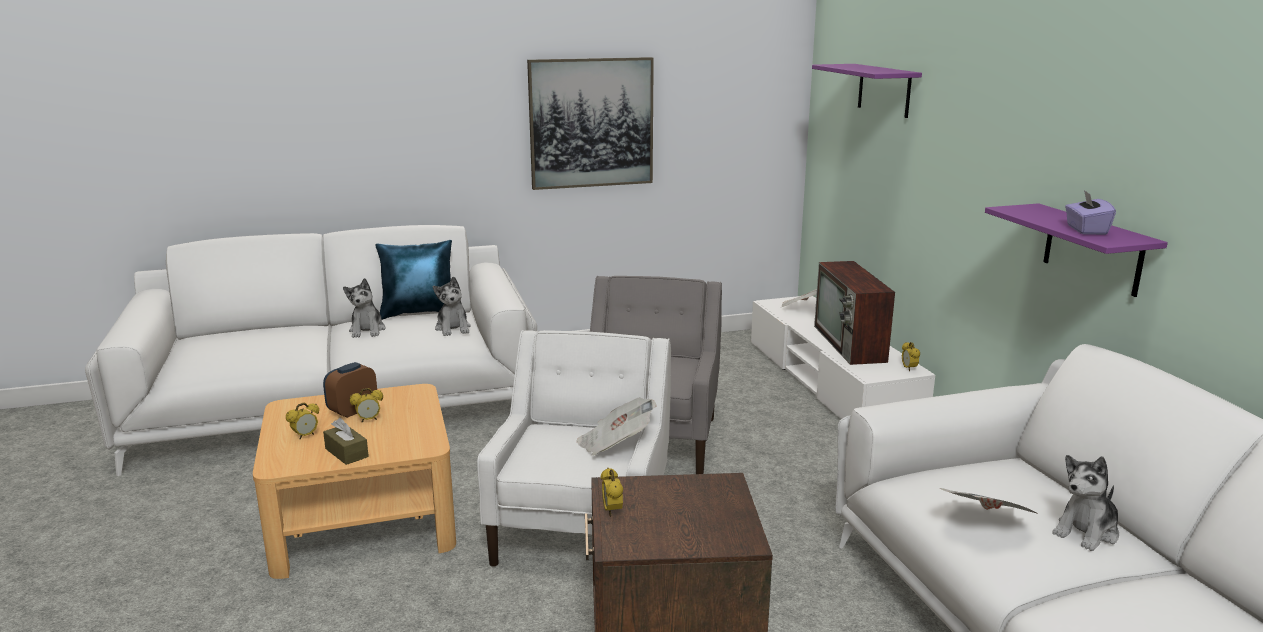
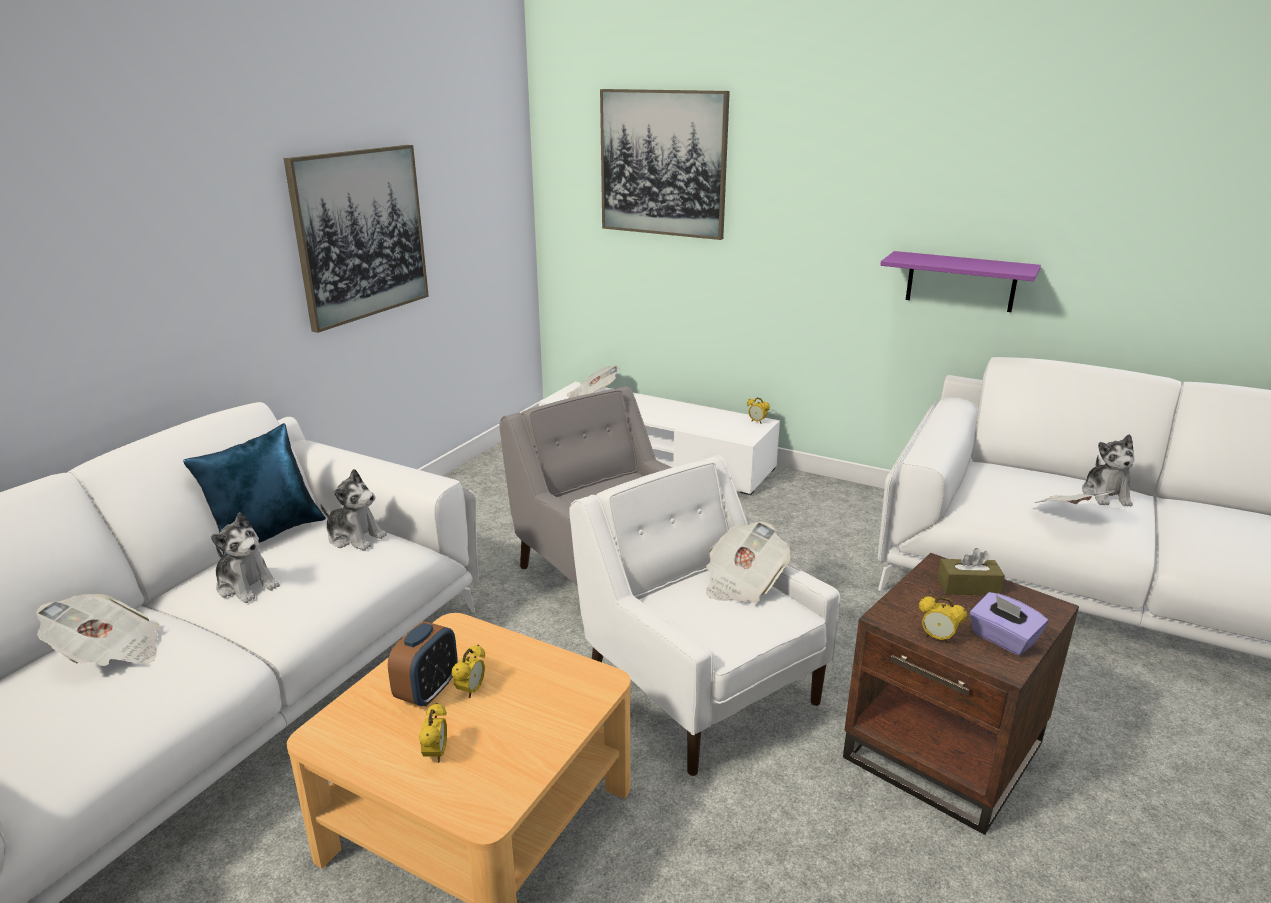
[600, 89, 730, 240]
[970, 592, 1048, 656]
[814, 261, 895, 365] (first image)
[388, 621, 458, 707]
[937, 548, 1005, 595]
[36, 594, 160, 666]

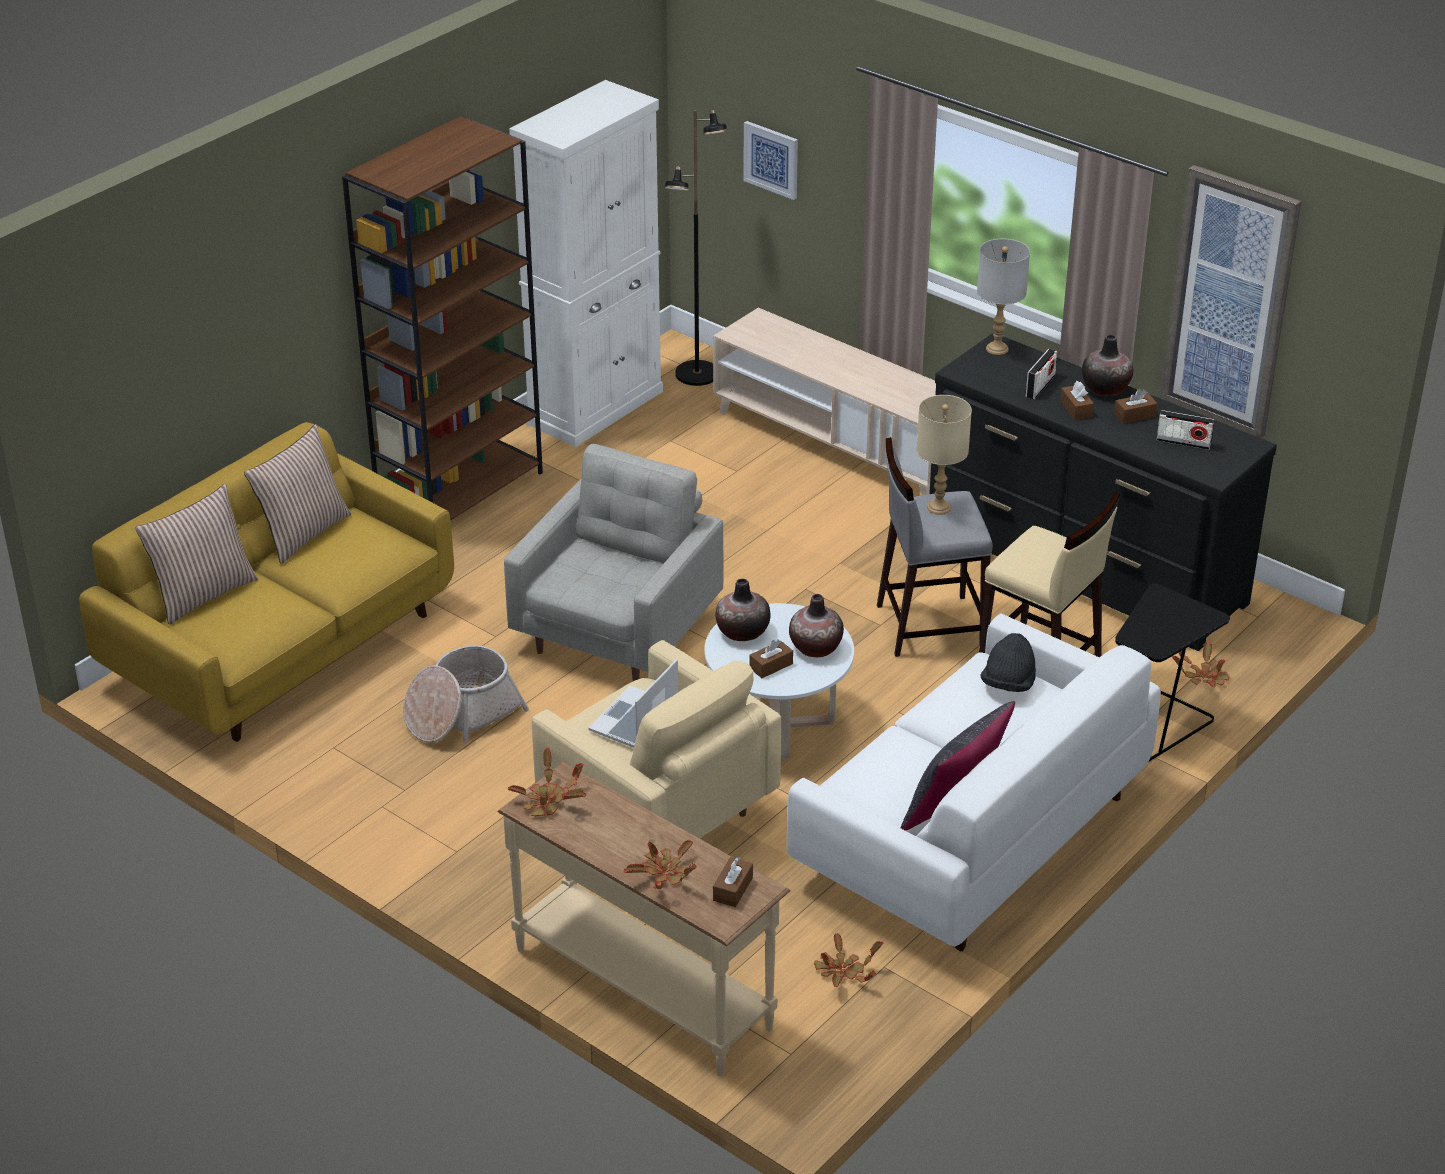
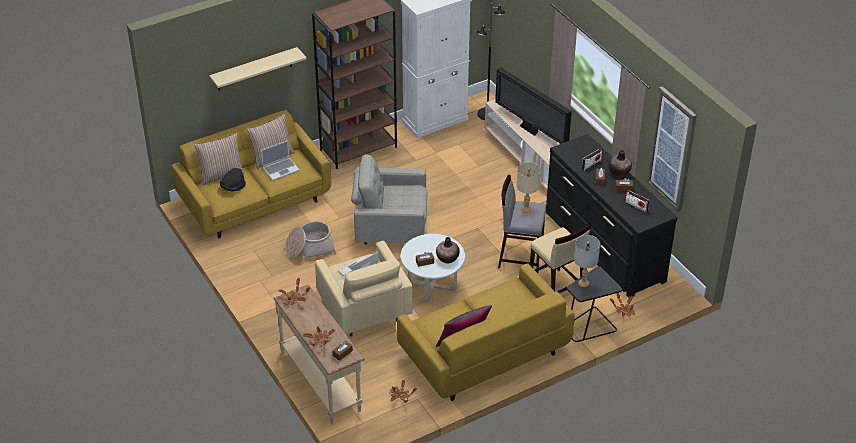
[743, 121, 798, 200] (first image)
[574, 235, 600, 287]
[351, 154, 428, 245]
[715, 579, 771, 641] (first image)
[397, 263, 575, 401]
[220, 168, 246, 191]
[209, 47, 307, 90]
[495, 67, 572, 144]
[261, 140, 300, 181]

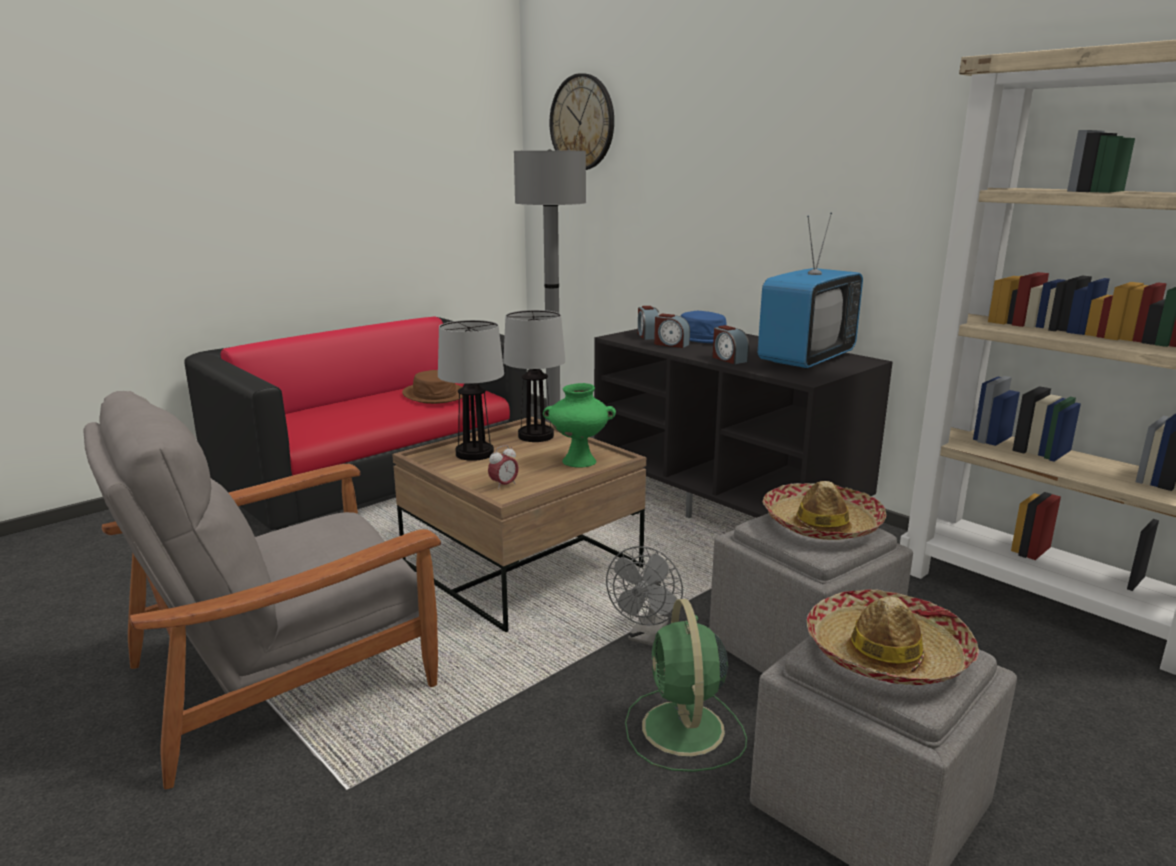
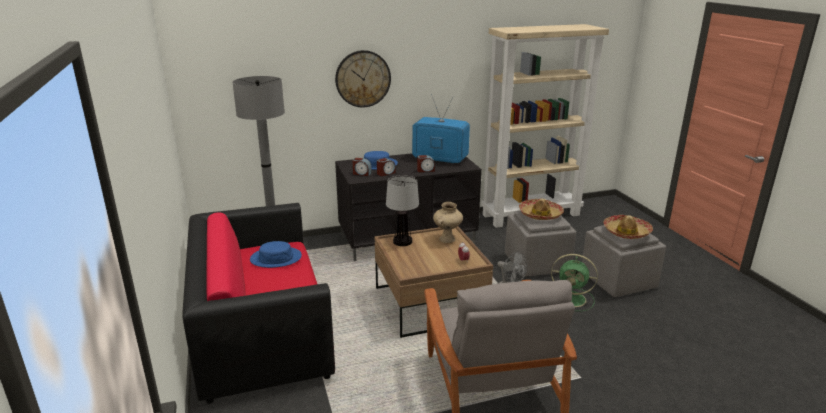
[335, 50, 391, 107]
[412, 94, 470, 164]
[438, 320, 504, 461] (first image)
[250, 241, 302, 268]
[433, 202, 463, 243]

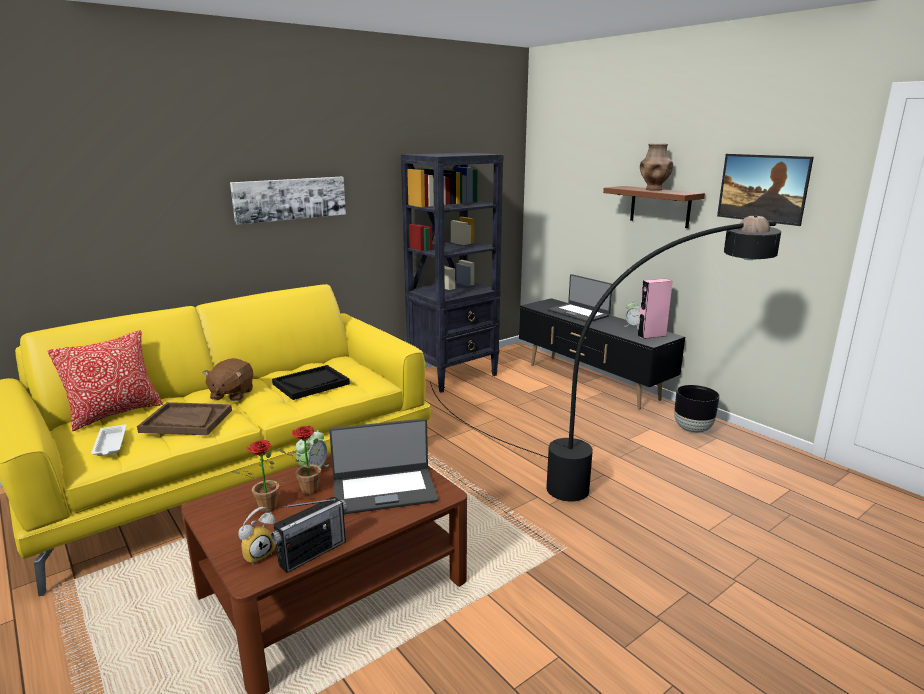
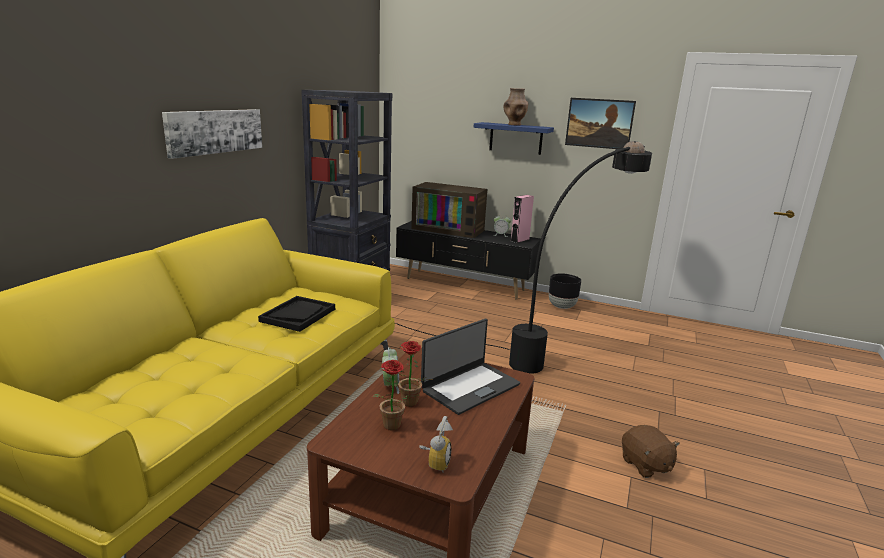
[473, 122, 554, 155]
[411, 182, 487, 238]
[48, 330, 163, 431] (first image)
[622, 425, 680, 478]
[137, 402, 232, 435] (first image)
[91, 424, 126, 456] (first image)
[271, 497, 347, 573] (first image)

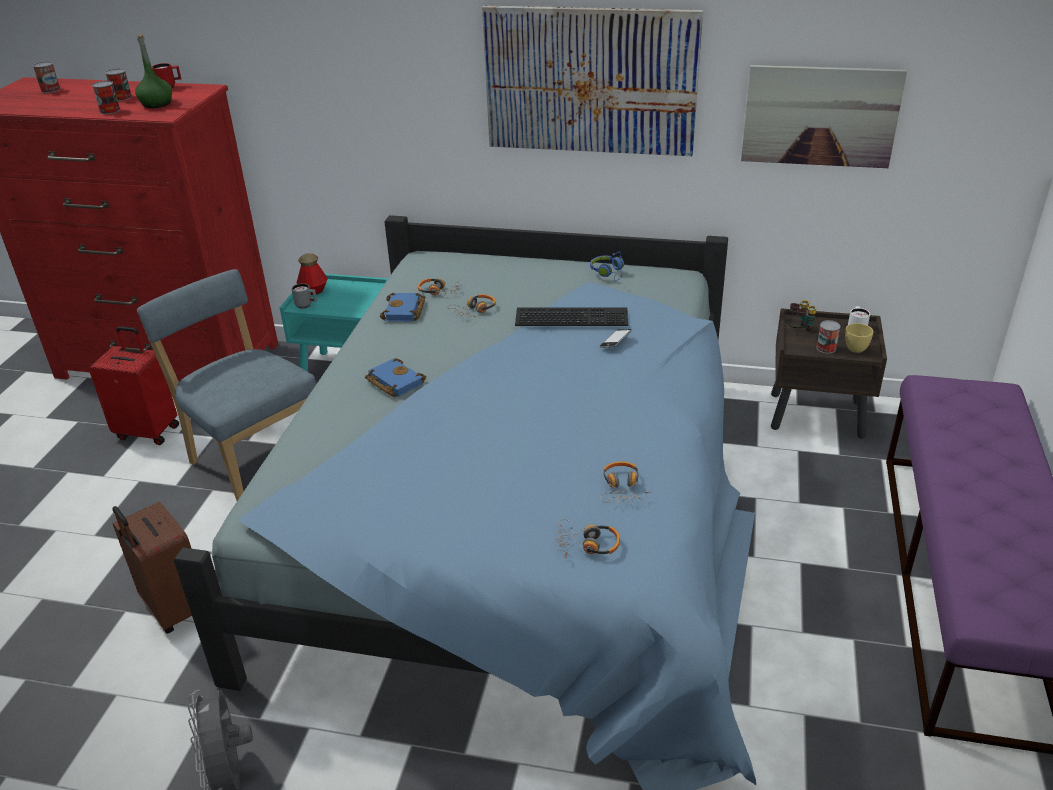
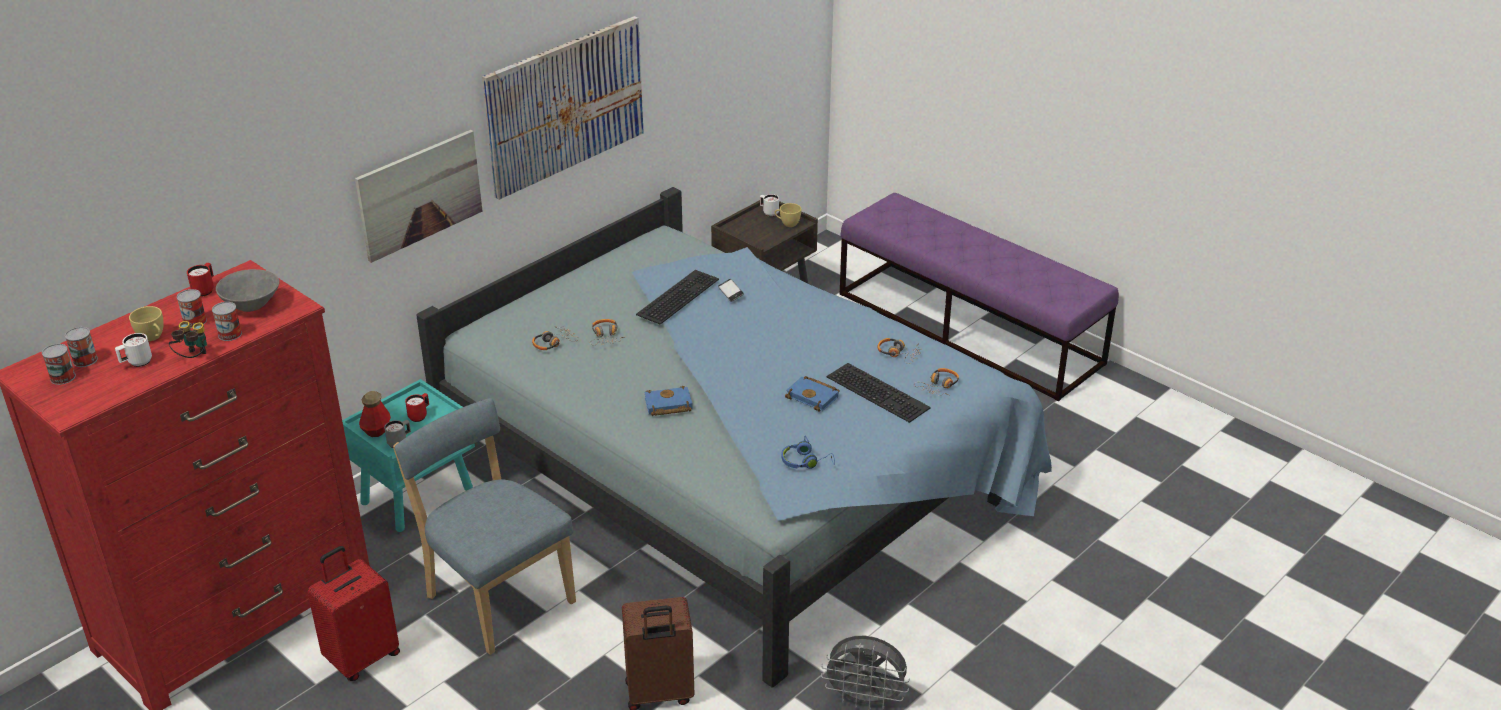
[216, 269, 280, 312]
[355, 130, 482, 263]
[781, 436, 835, 469]
[393, 398, 576, 655]
[785, 376, 840, 412]
[169, 321, 207, 358]
[42, 344, 76, 385]
[129, 306, 163, 341]
[115, 333, 152, 367]
[827, 363, 931, 423]
[405, 393, 429, 422]

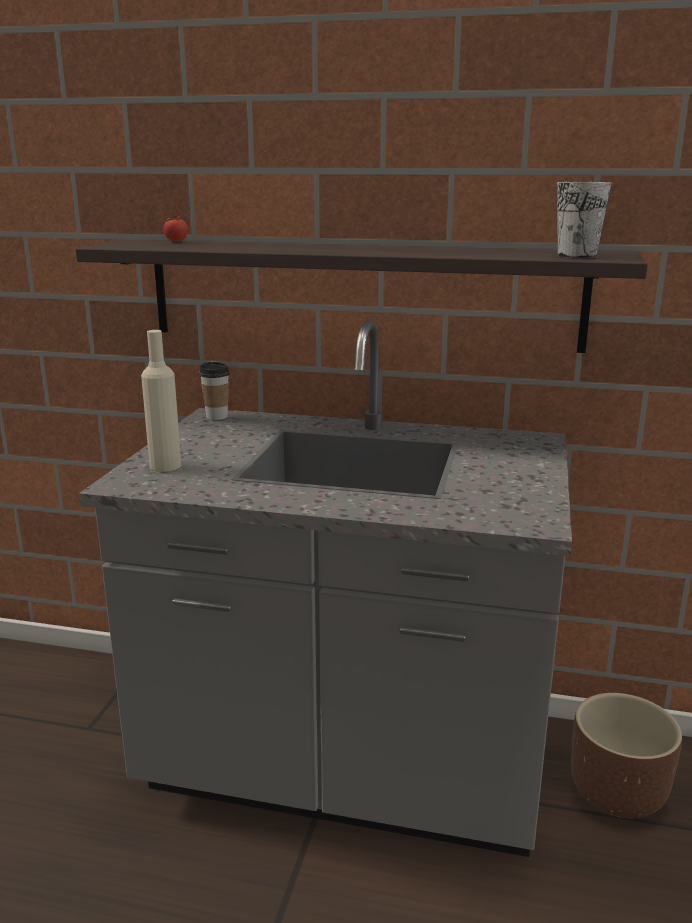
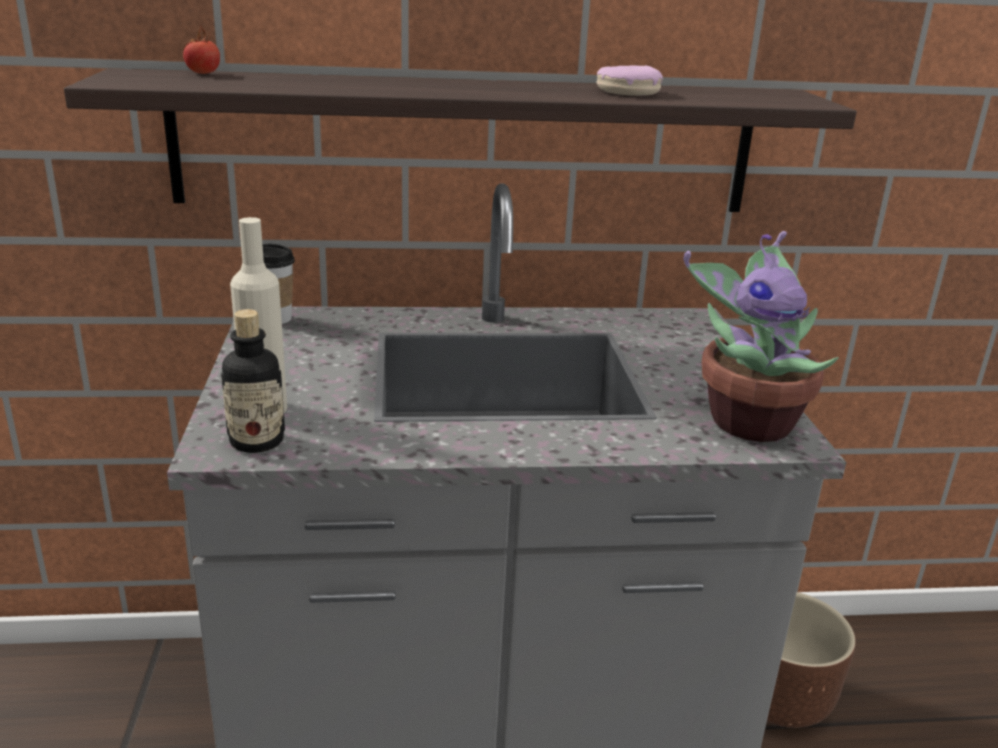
[557, 182, 611, 258] (first image)
[597, 66, 663, 96]
[683, 231, 839, 442]
[221, 309, 285, 453]

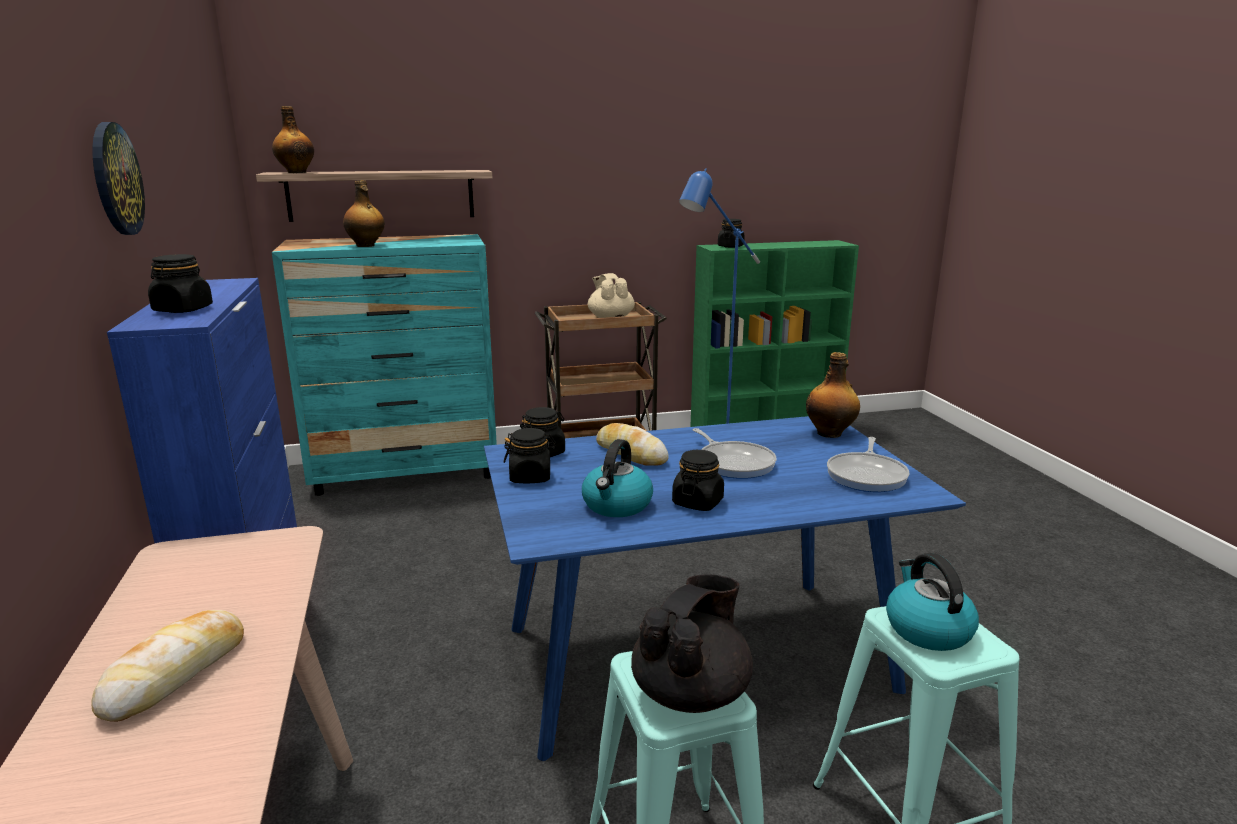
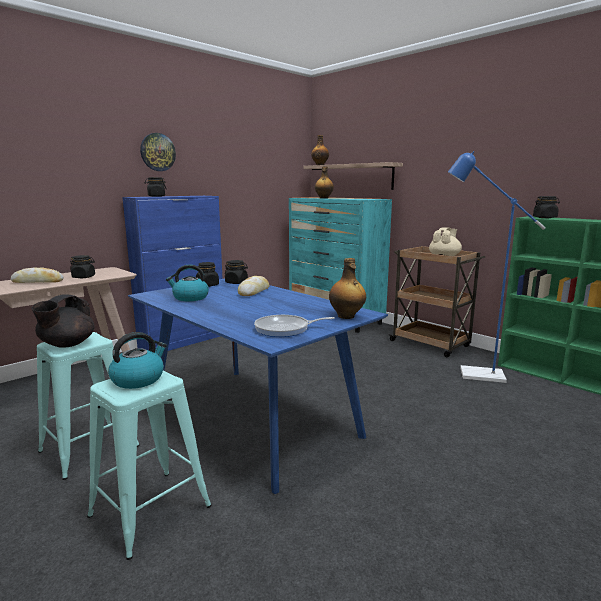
[693, 428, 776, 479] (first image)
[70, 255, 95, 278]
[31, 294, 95, 348]

